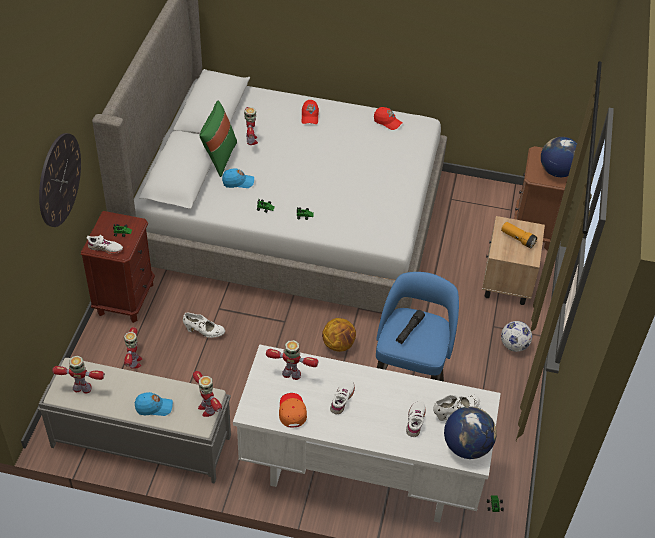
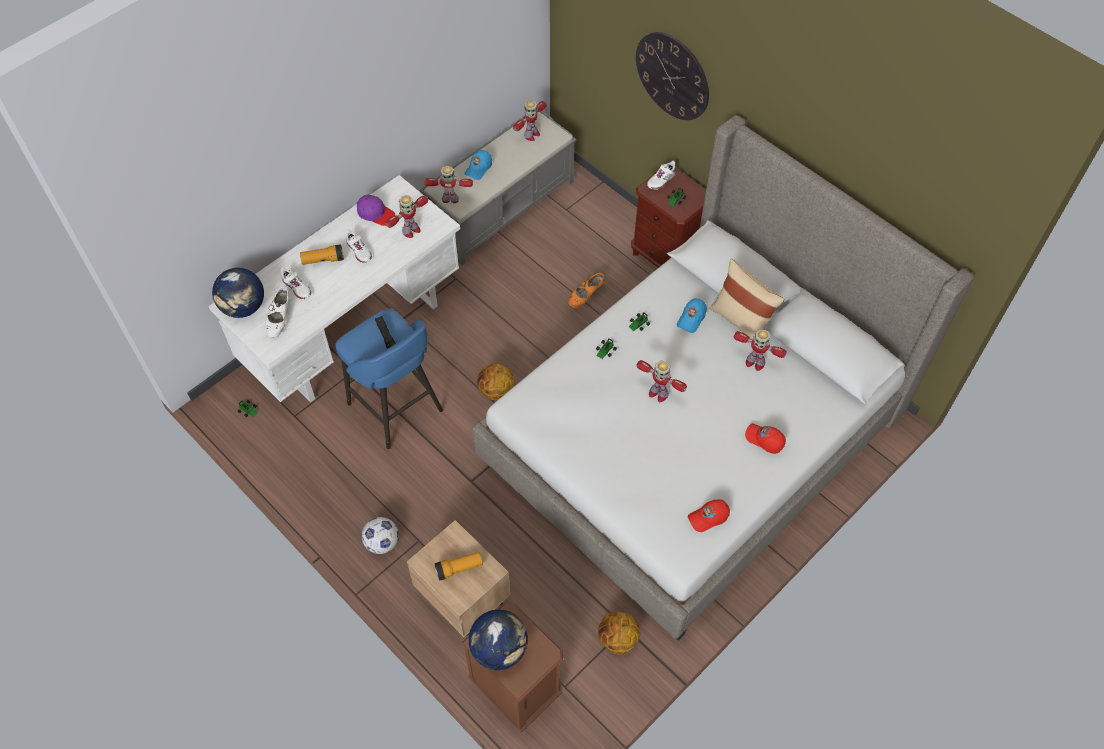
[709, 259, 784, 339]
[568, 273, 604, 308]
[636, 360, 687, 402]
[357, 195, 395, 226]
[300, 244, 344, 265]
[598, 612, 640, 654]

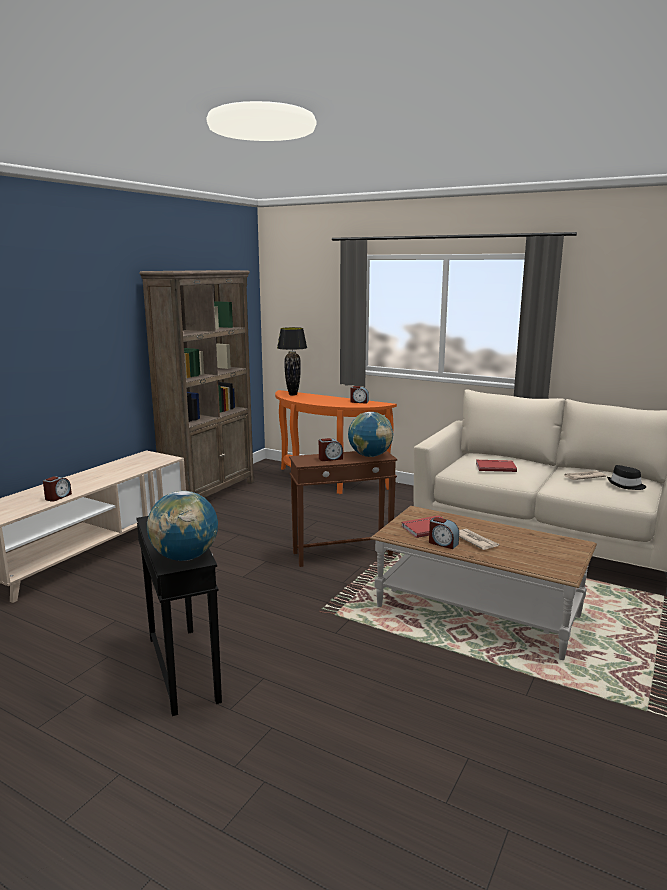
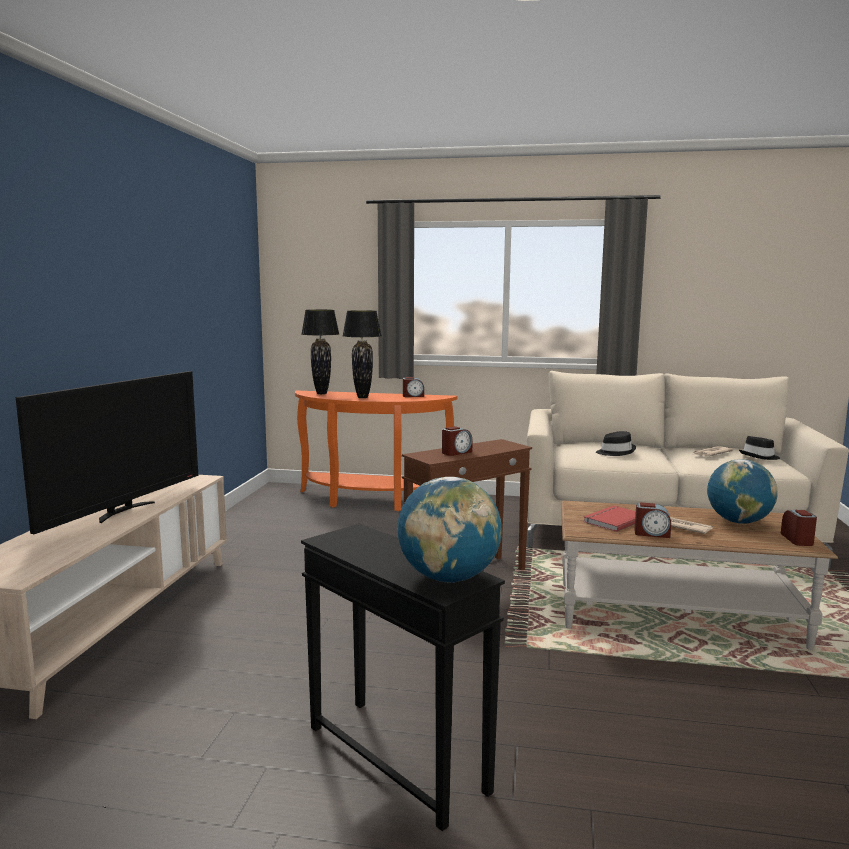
[139, 270, 254, 498] (first image)
[707, 459, 778, 524]
[596, 431, 636, 456]
[781, 510, 817, 546]
[343, 310, 382, 398]
[15, 371, 198, 534]

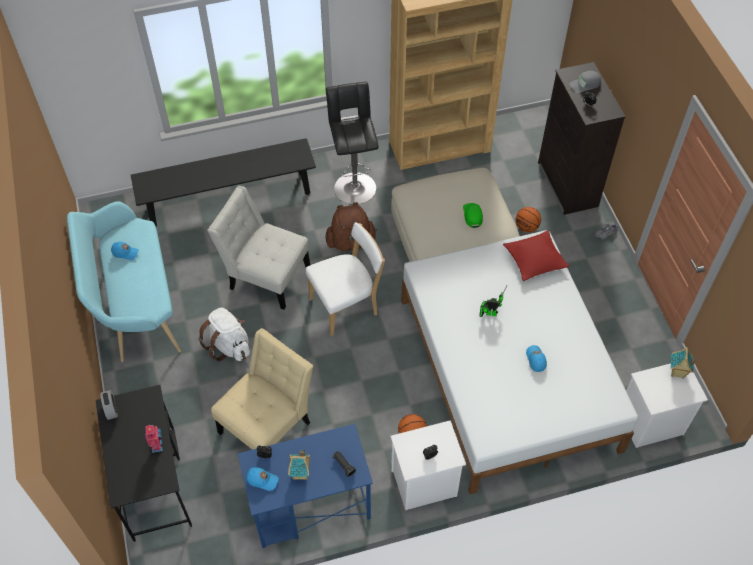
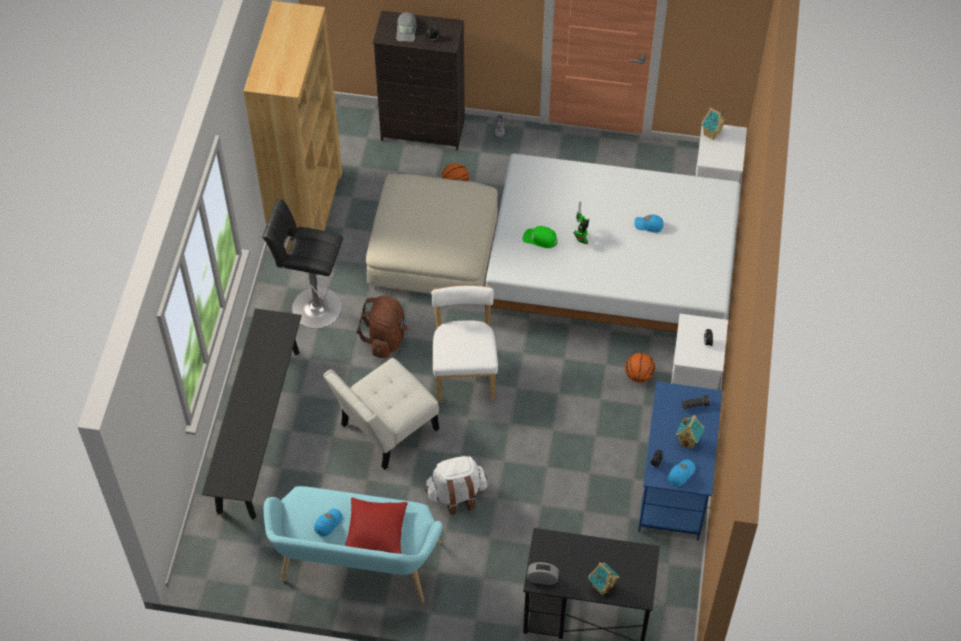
[522, 226, 558, 248]
[345, 498, 408, 554]
[211, 328, 313, 450] (first image)
[145, 424, 163, 453] (first image)
[588, 562, 620, 596]

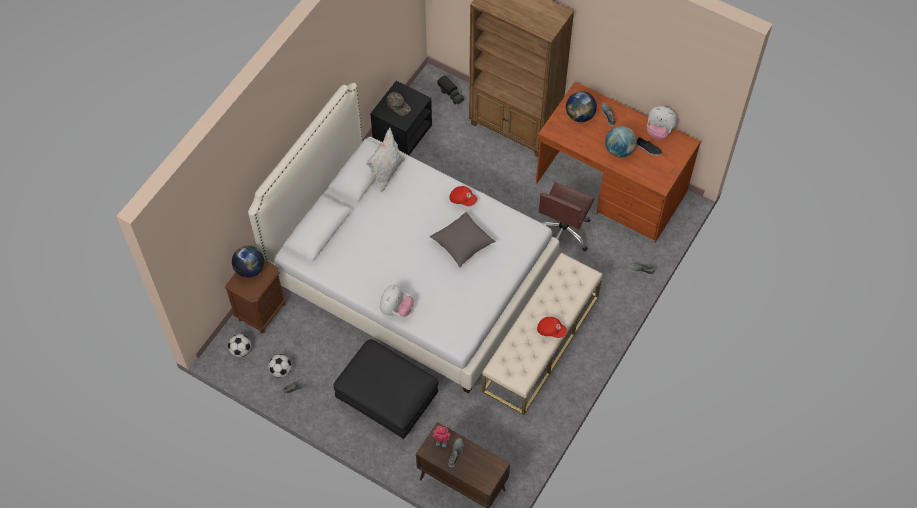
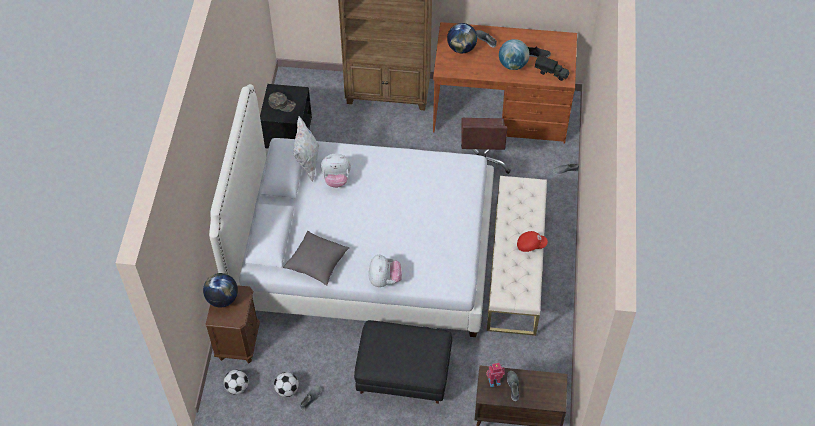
[535, 55, 569, 81]
[321, 153, 351, 188]
[449, 186, 477, 206] (first image)
[283, 231, 350, 285]

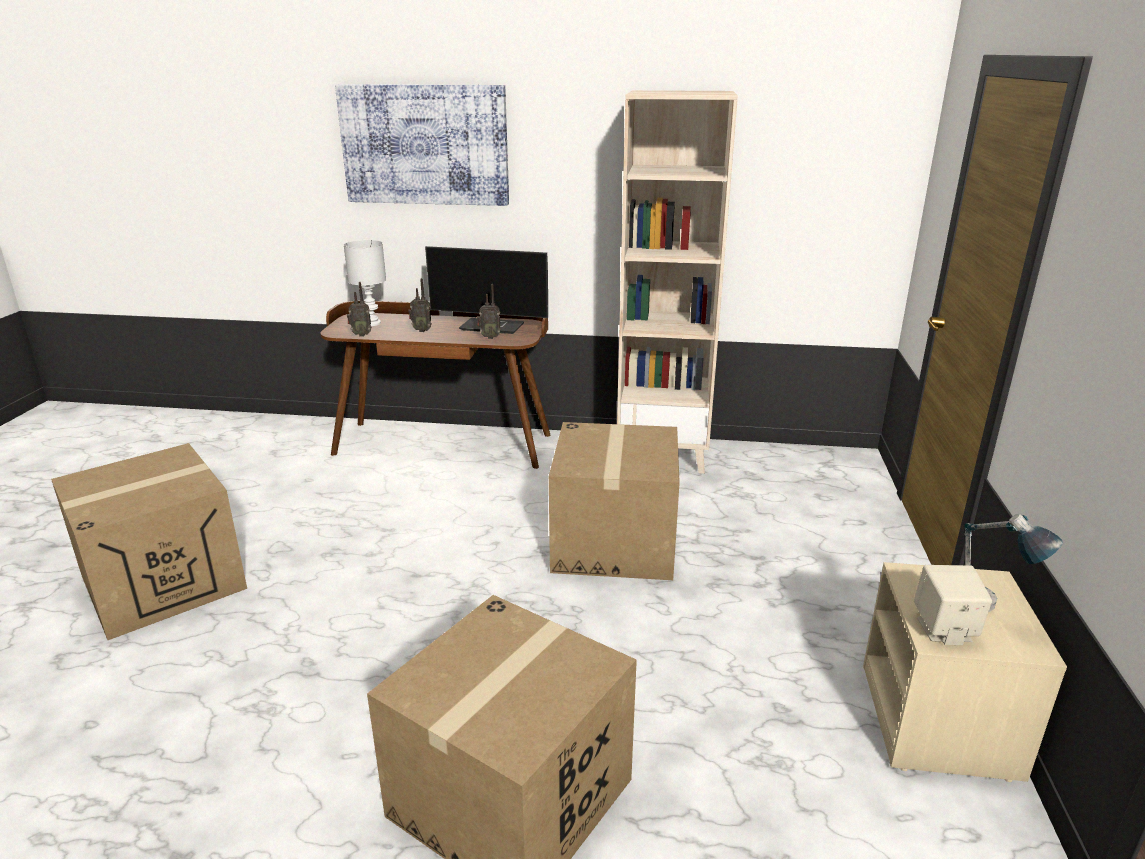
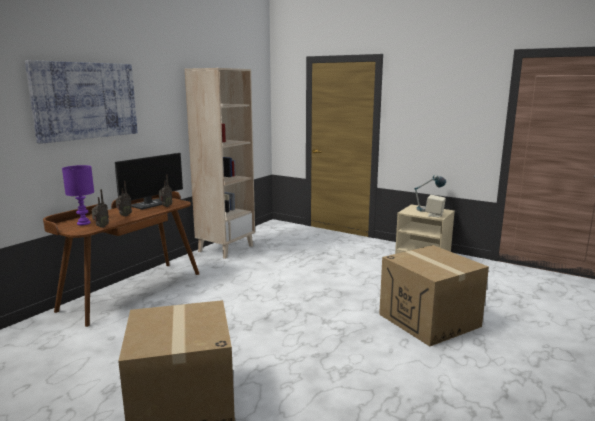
[62, 165, 94, 225]
[549, 422, 680, 580] (first image)

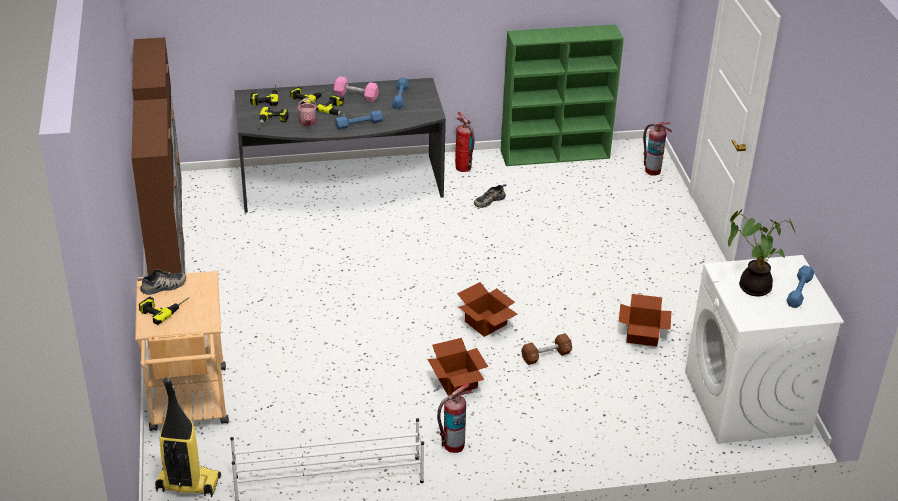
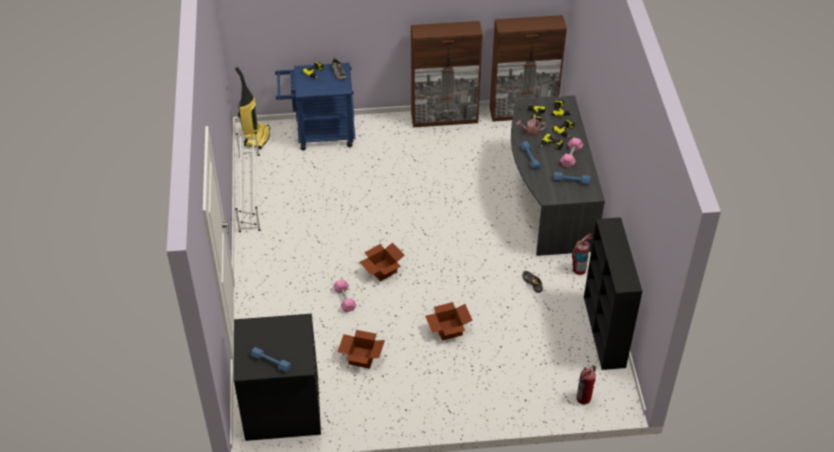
[584, 217, 642, 370]
[728, 209, 795, 296] (first image)
[233, 314, 321, 441]
[275, 63, 355, 150]
[333, 279, 357, 312]
[425, 302, 472, 340]
[437, 384, 473, 453] (first image)

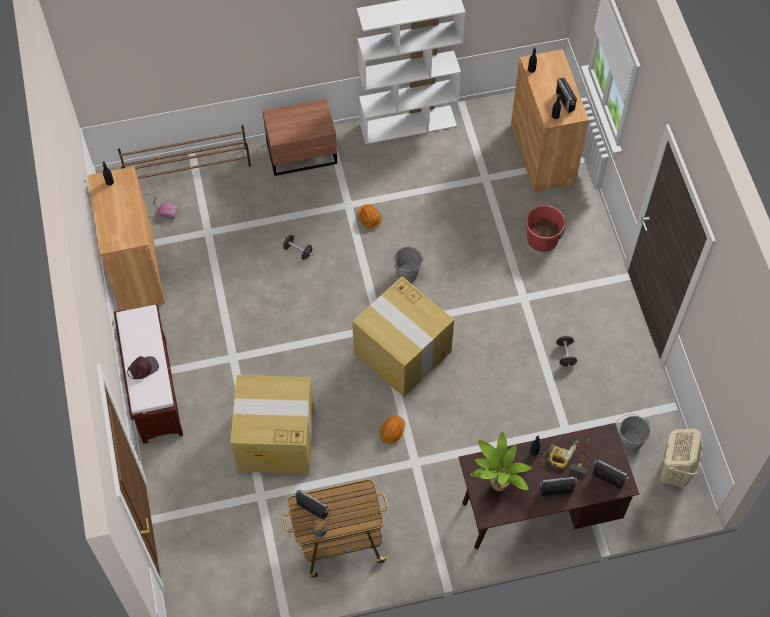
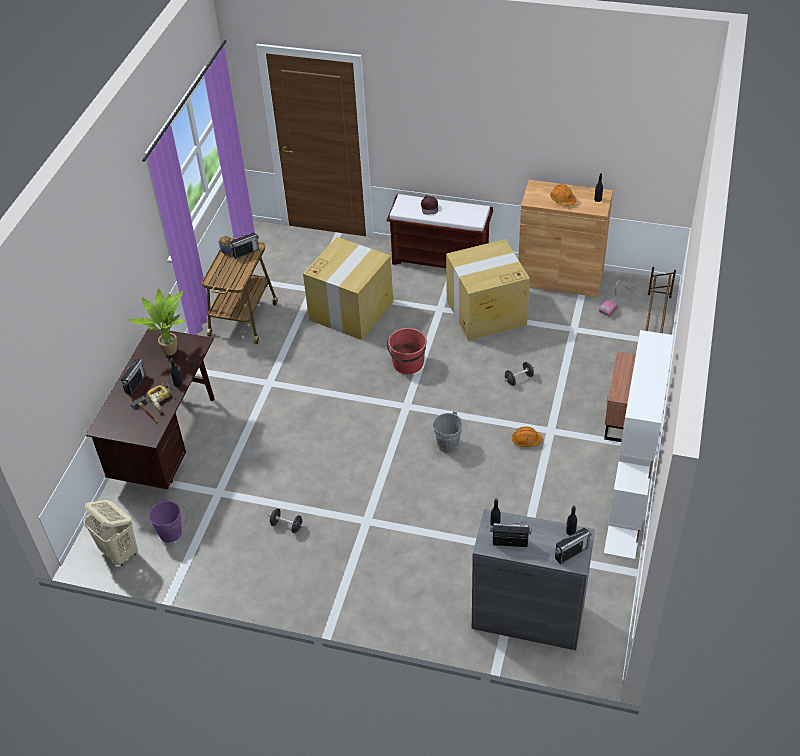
[472, 509, 595, 650]
[387, 328, 427, 374]
[446, 239, 530, 341]
[149, 498, 188, 543]
[550, 184, 576, 206]
[555, 528, 592, 564]

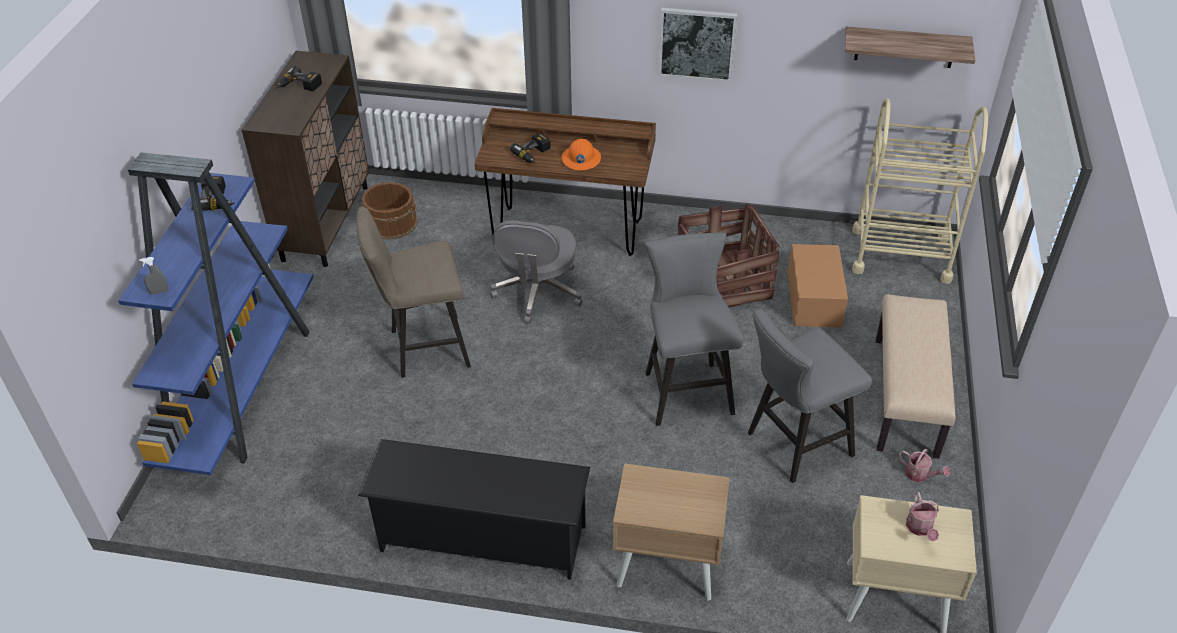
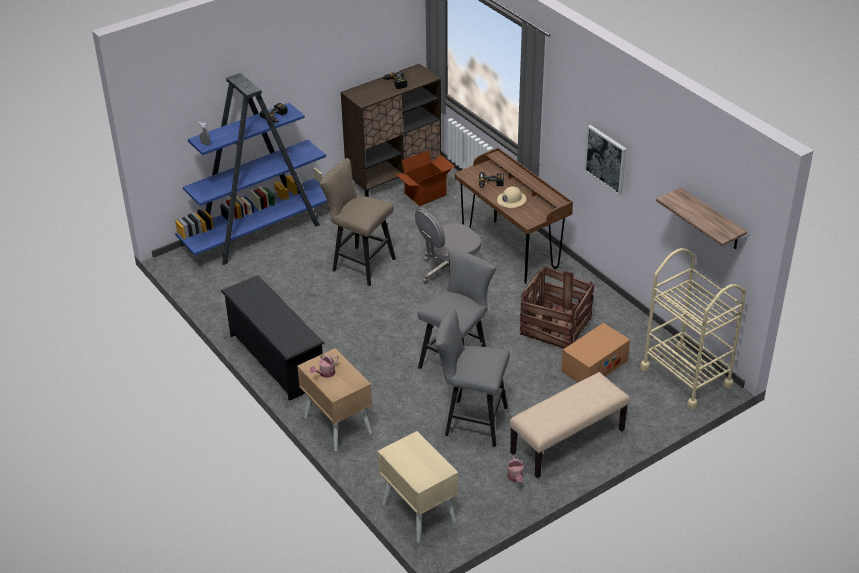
[497, 186, 526, 208]
[395, 150, 455, 206]
[310, 354, 338, 378]

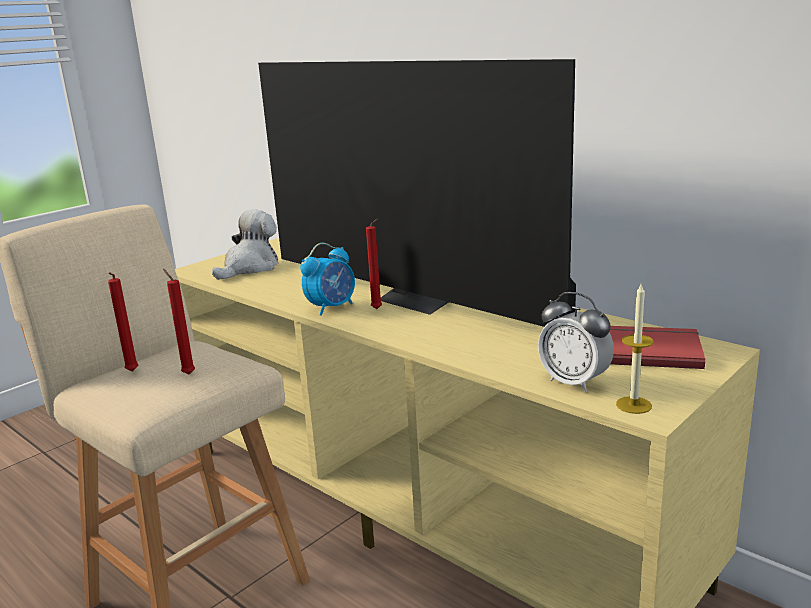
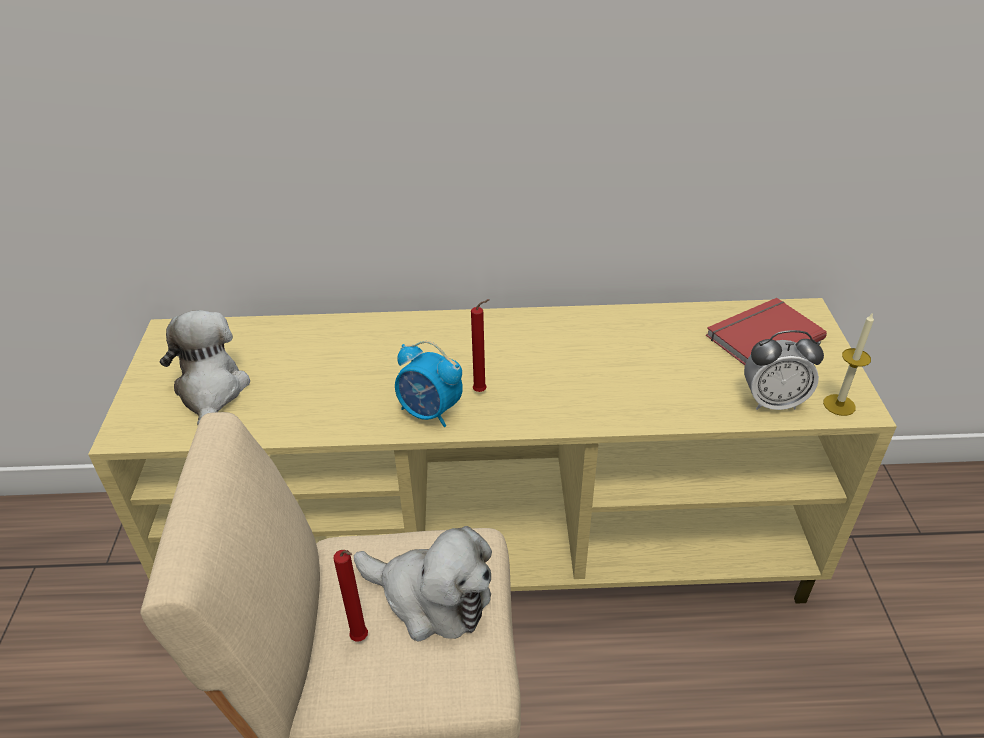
[258, 59, 576, 327] (first image)
[395, 341, 463, 427]
[354, 526, 492, 641]

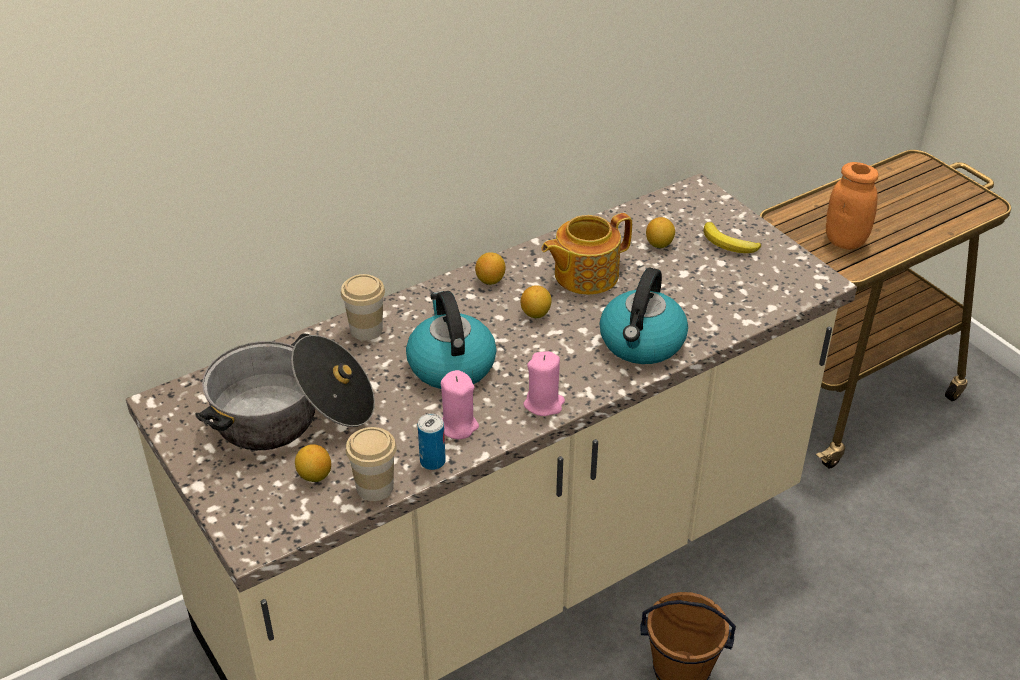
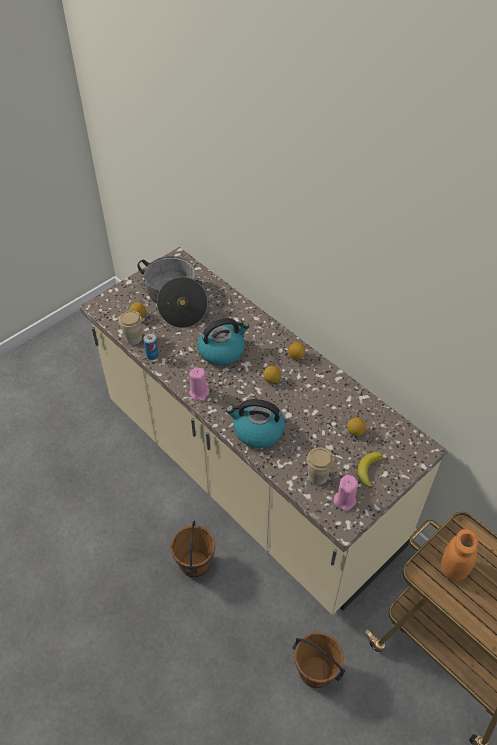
[541, 213, 632, 295] (first image)
[306, 447, 334, 485]
[333, 475, 358, 511]
[293, 632, 345, 688]

